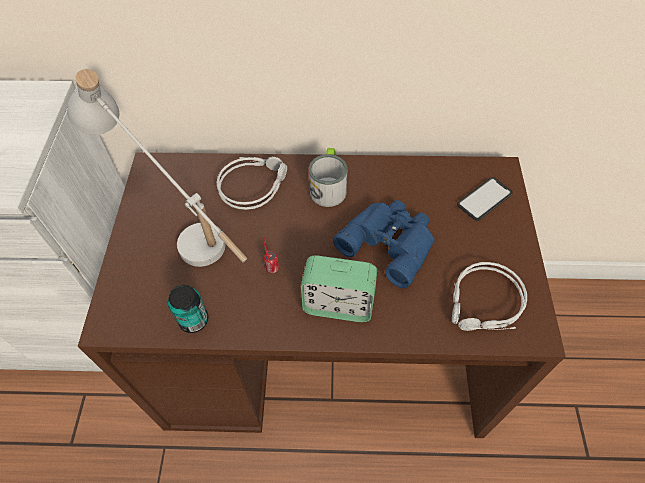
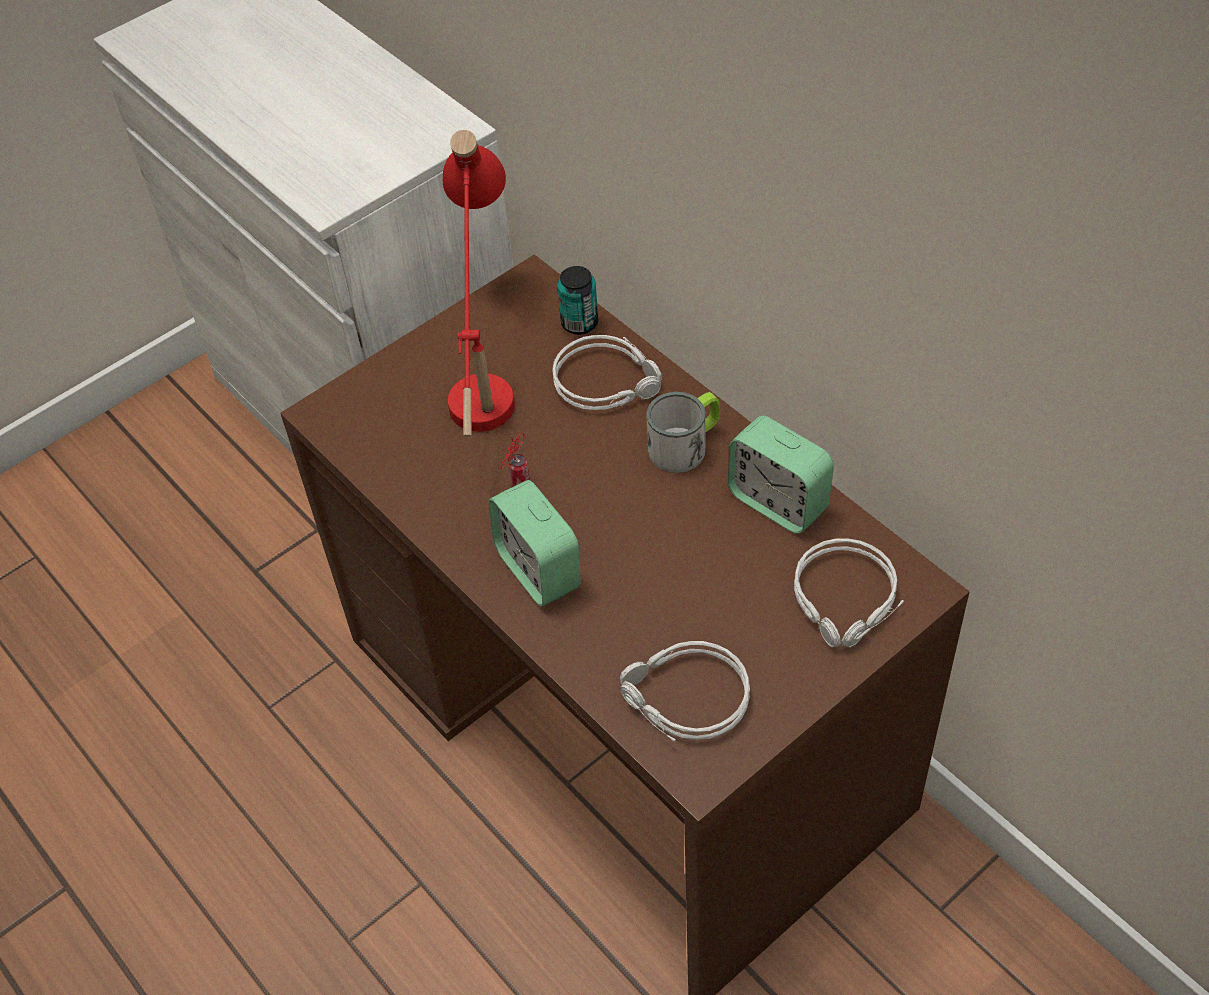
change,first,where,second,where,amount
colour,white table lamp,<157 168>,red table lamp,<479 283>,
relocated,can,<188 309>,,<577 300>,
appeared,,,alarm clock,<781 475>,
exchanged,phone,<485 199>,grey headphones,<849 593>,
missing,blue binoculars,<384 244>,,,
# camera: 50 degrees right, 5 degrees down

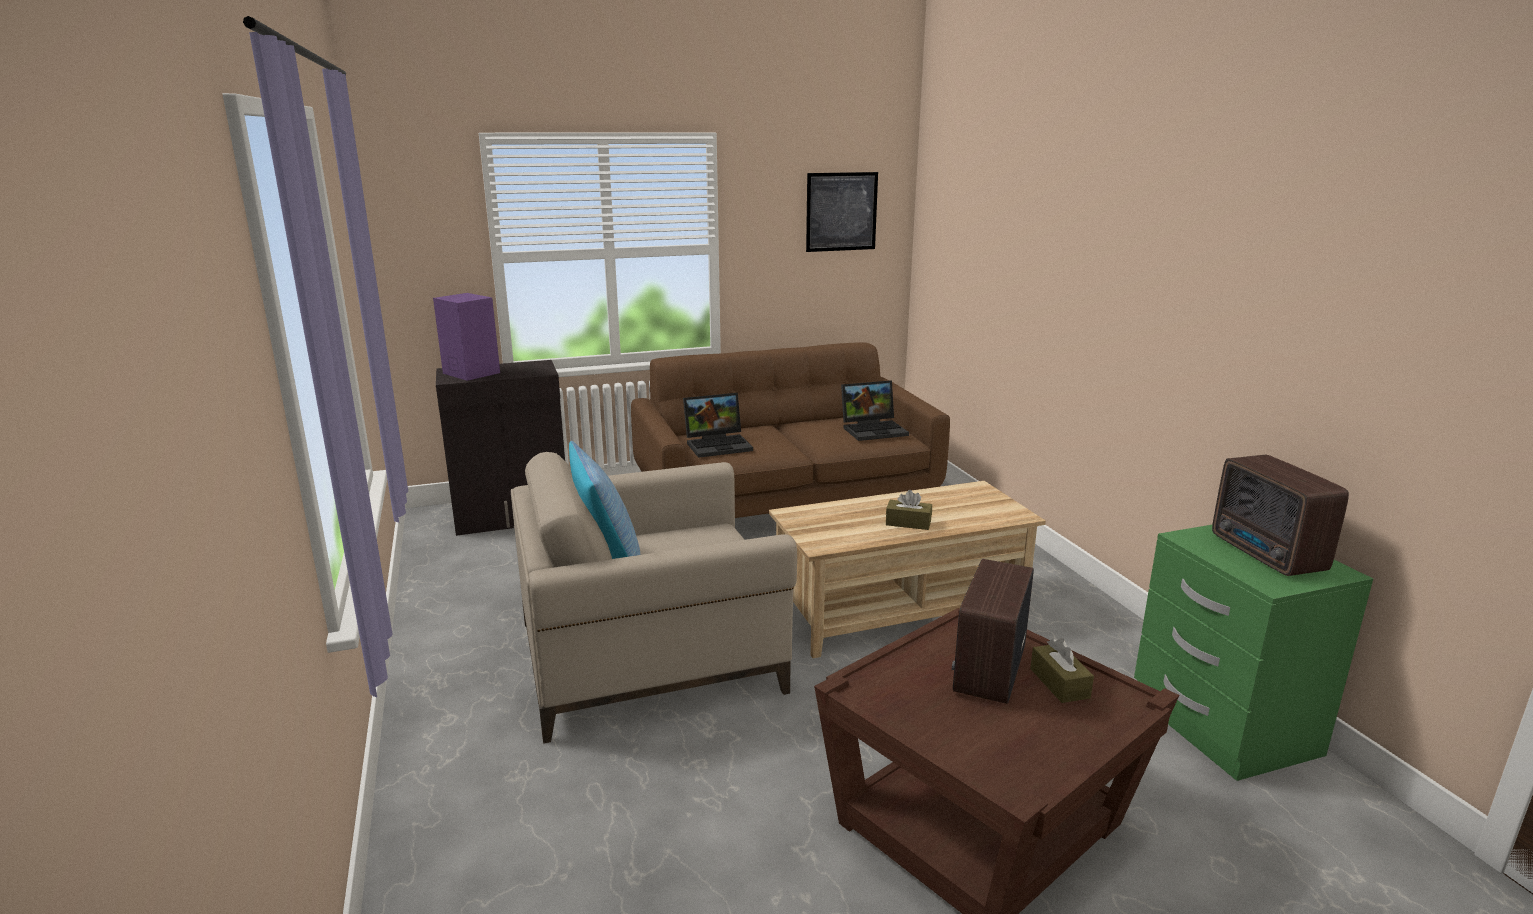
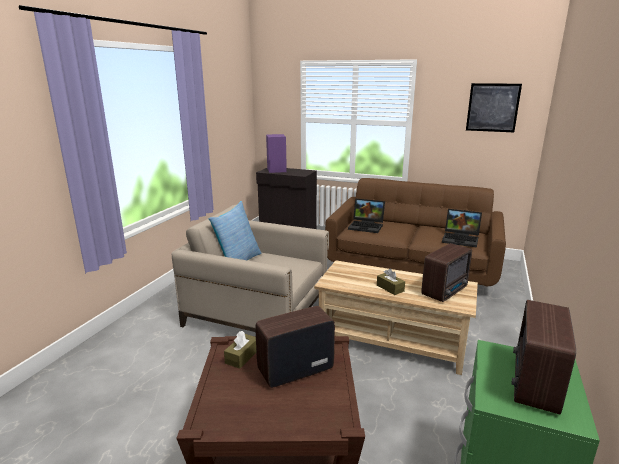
change,first,where,second,where,amount
relocated,brown tissue box,<1062 670>,,<240 350>,
appeared,,,radio,<446 272>,
# camera: 40 degrees right, 0 degrees up

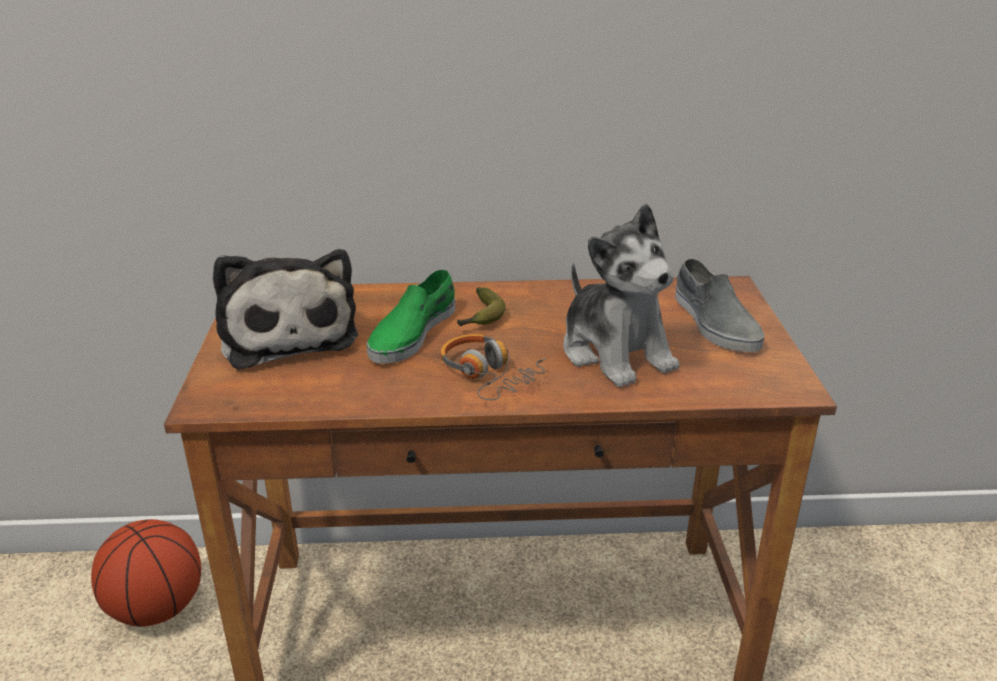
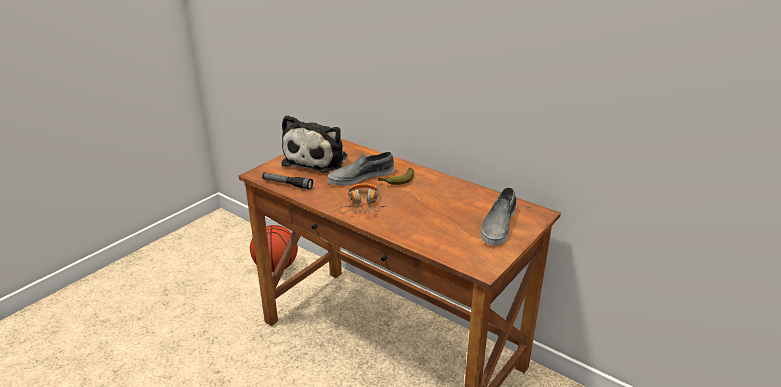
change,first,where,second,where,amount
appeared,,,flashlight,<287 181>,
colour,green shoe,<411 316>,grey shoe,<361 169>,
missing,plush toy,<621 295>,,,
# camera: 40 degrees right, 0 degrees up

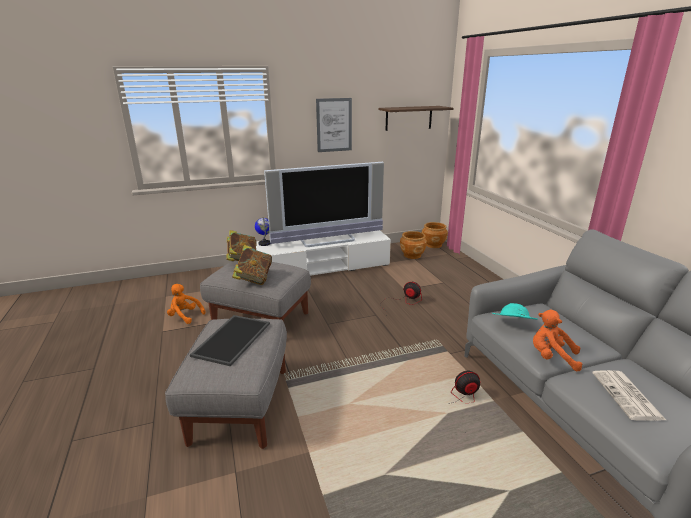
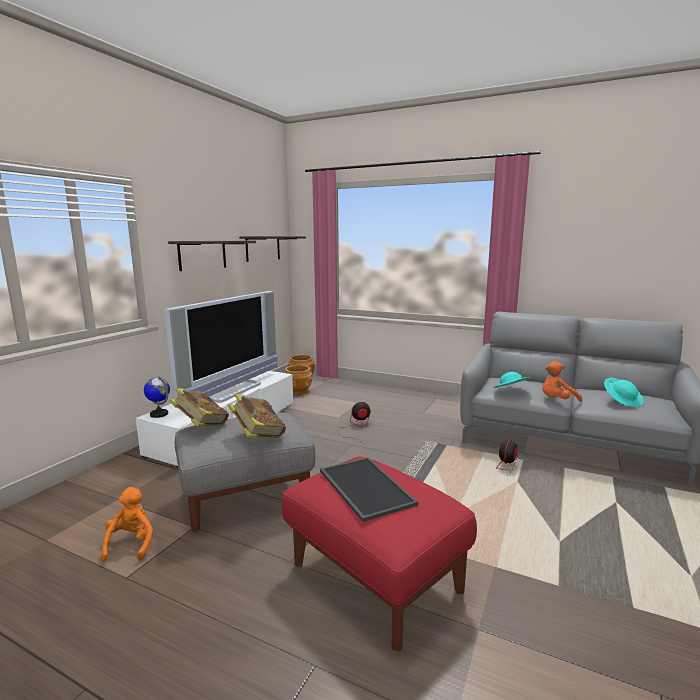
change,first,where,second,where,amount
spun,orange plush toy,<186 304>,,<127 524>,105 degrees clockwise
exchanged,picture,<334 125>,shelf,<212 256>,
colour,grey ottoman,<226 384>,red ottoman,<379 554>,
exchanged,newspaper,<629 395>,turquoise hat,<623 392>,
# camera: 45 degrees left, 10 degrees down

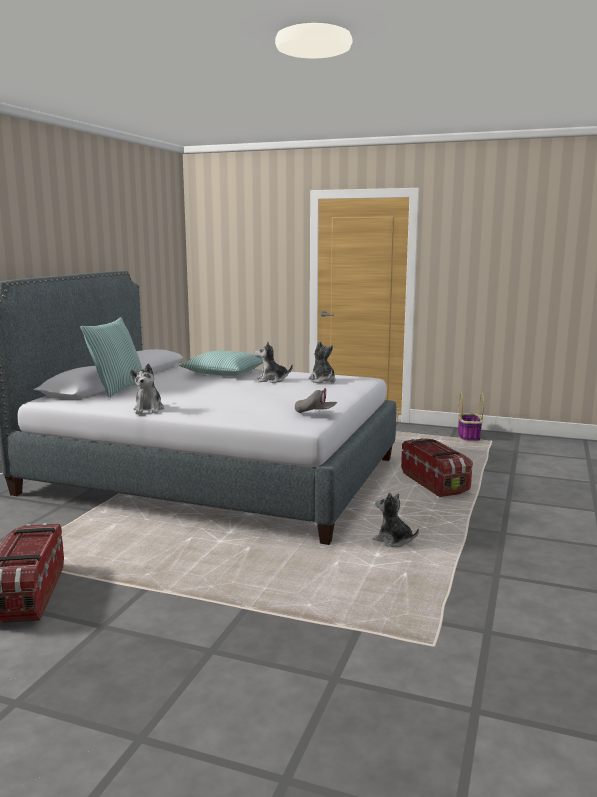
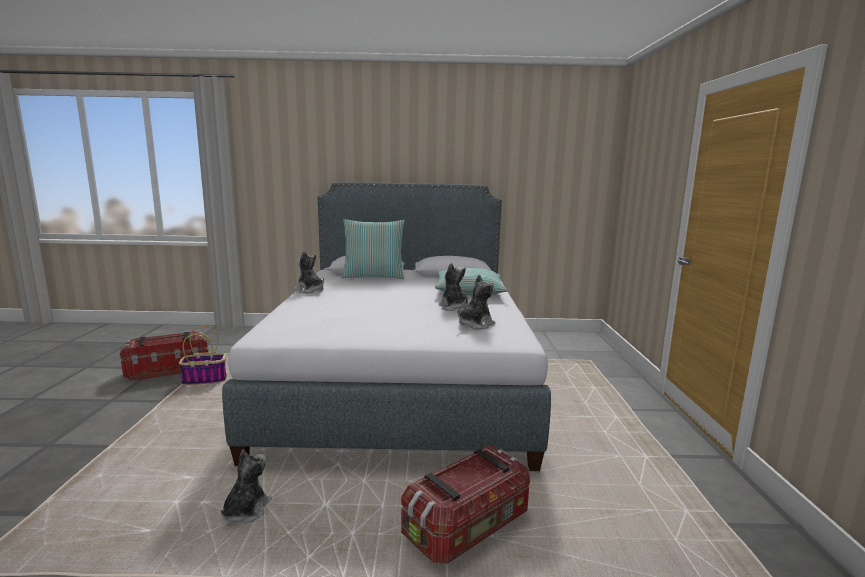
change,first,where,second,where,amount
relocated,basket,<471 416>,,<203 355>,
spun,plush toy,<147 388>,,<309 272>,60 degrees clockwise
missing,grey cap,<316 400>,,,
# camera: 70 degrees right, 0 degrees up

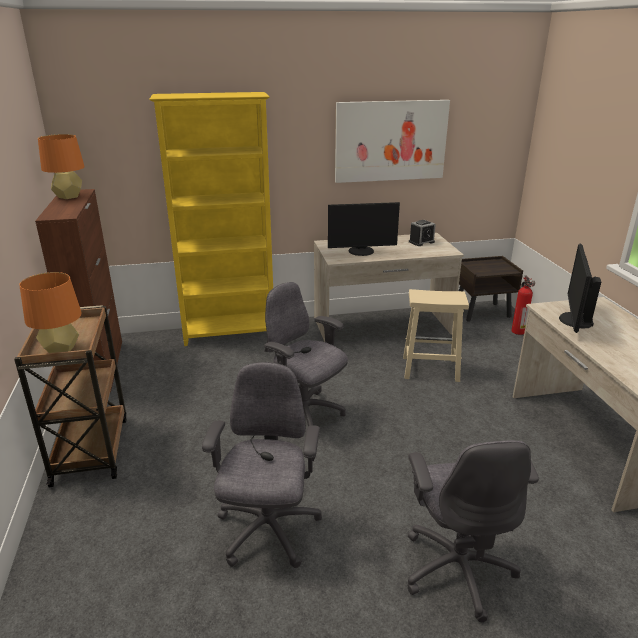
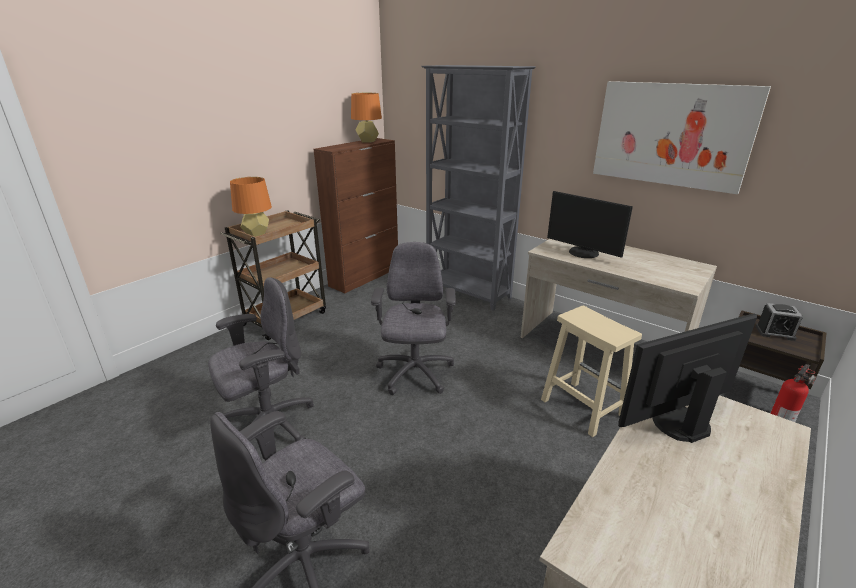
change,first,where,second,where,amount
colour,yellow bookcase,<211 219>,grey bookcase,<478 188>,
relocated,alarm clock,<422 233>,,<779 322>,
# camera: 50 degrees right, 0 degrees up

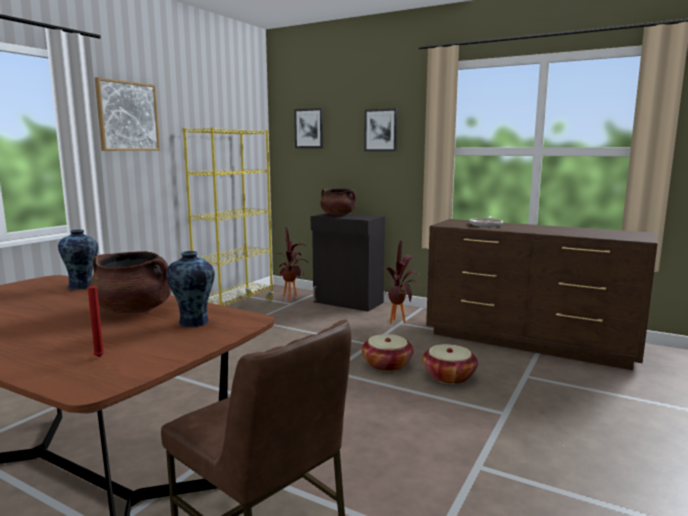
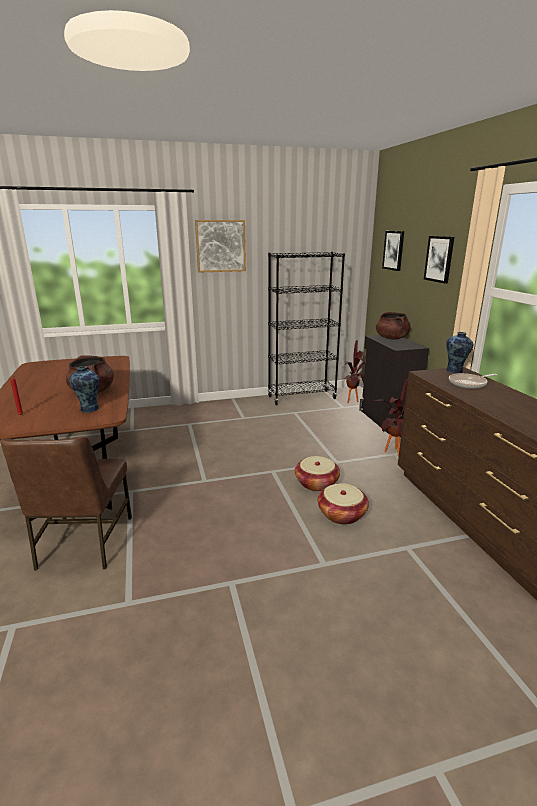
change,first,where,second,where,amount
colour,yellow bookcase,<228 216>,black bookcase,<306 328>,
relocated,vase,<78 260>,,<459 352>,
# camera: 45 degrees right, 10 degrees up

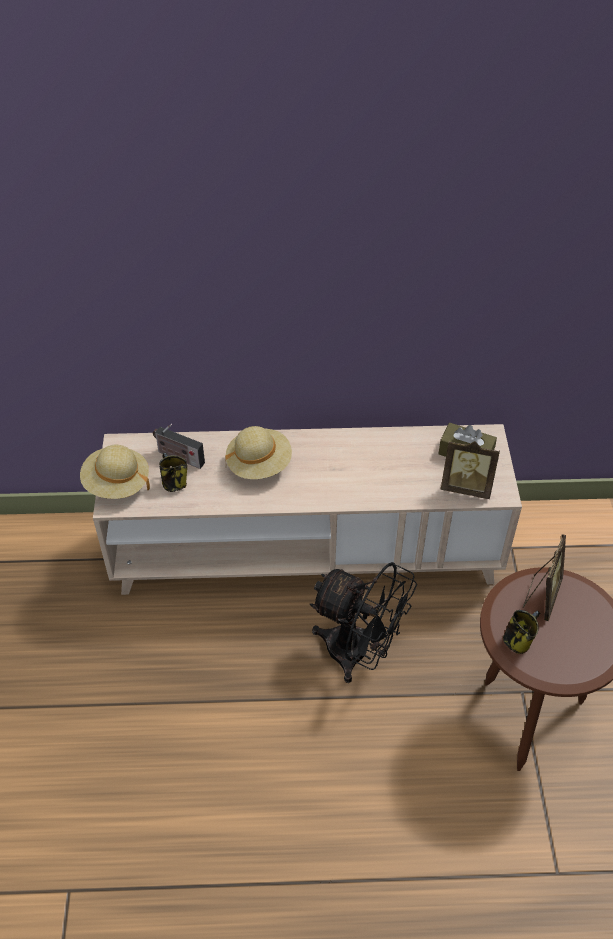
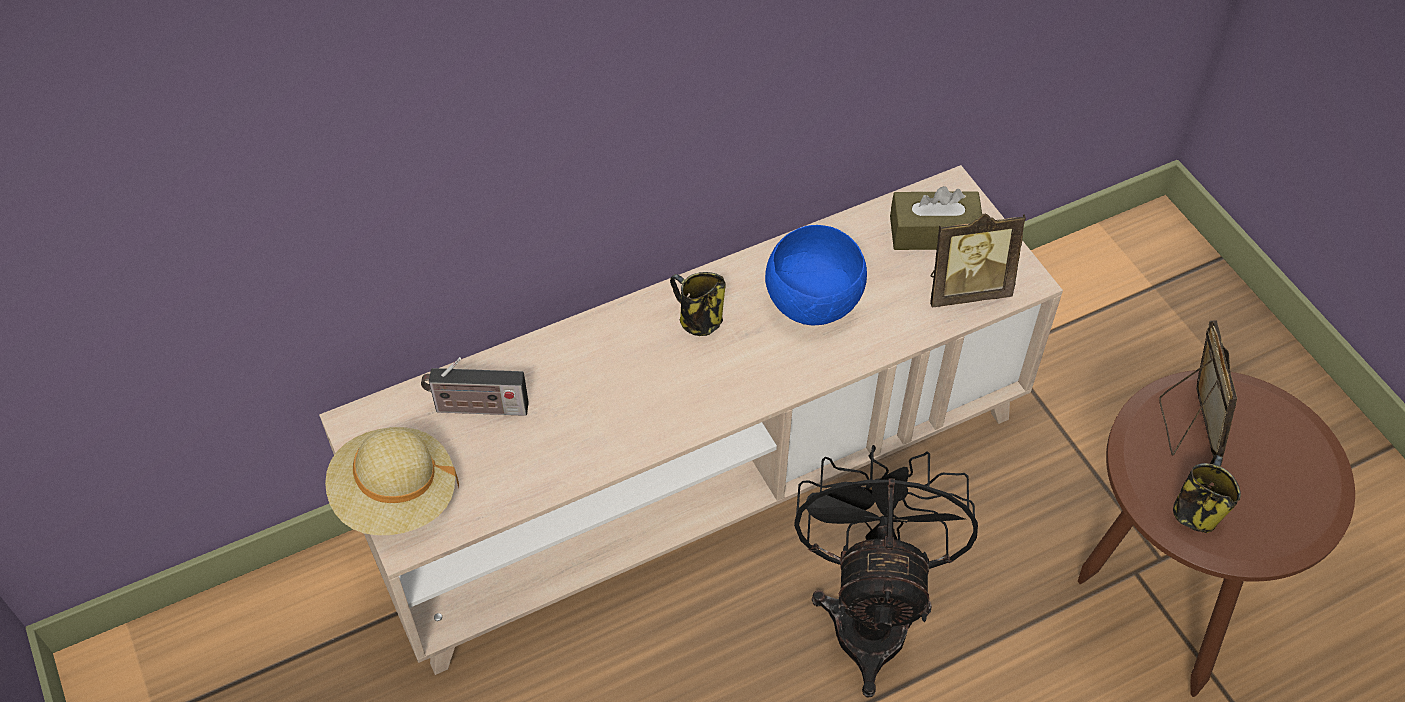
change,first,where,second,where,amount
relocated,mug,<173 472>,,<698 304>,
appeared,,,blue bowl,<816 275>,
spun,black fan,<363 622>,,<886 571>,90 degrees counterclockwise
missing,beige hat,<258 452>,,,
# camera: 25 degrees left, 5 degrees up

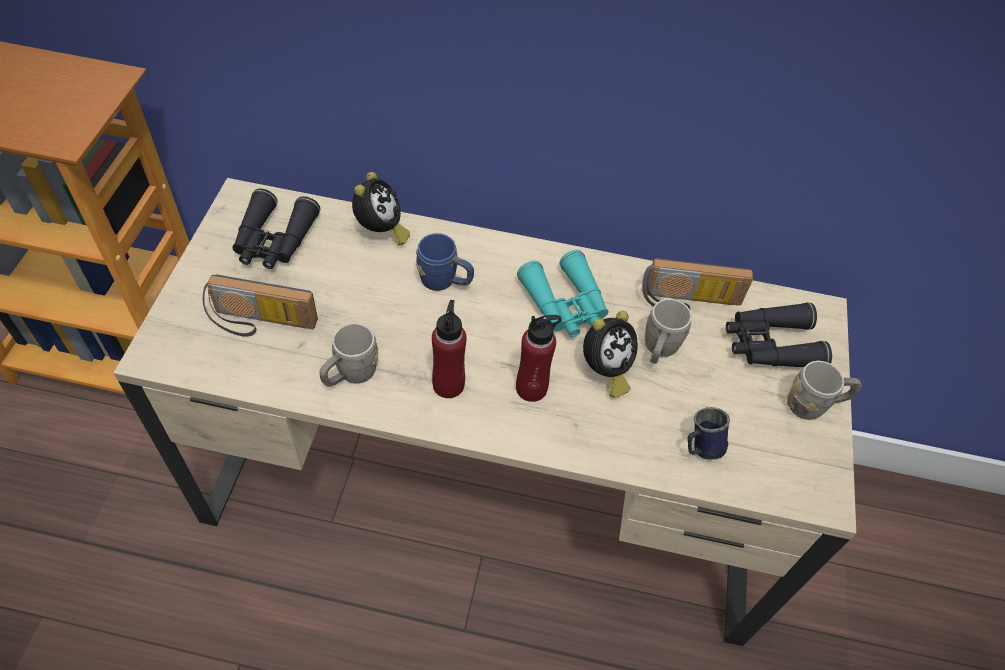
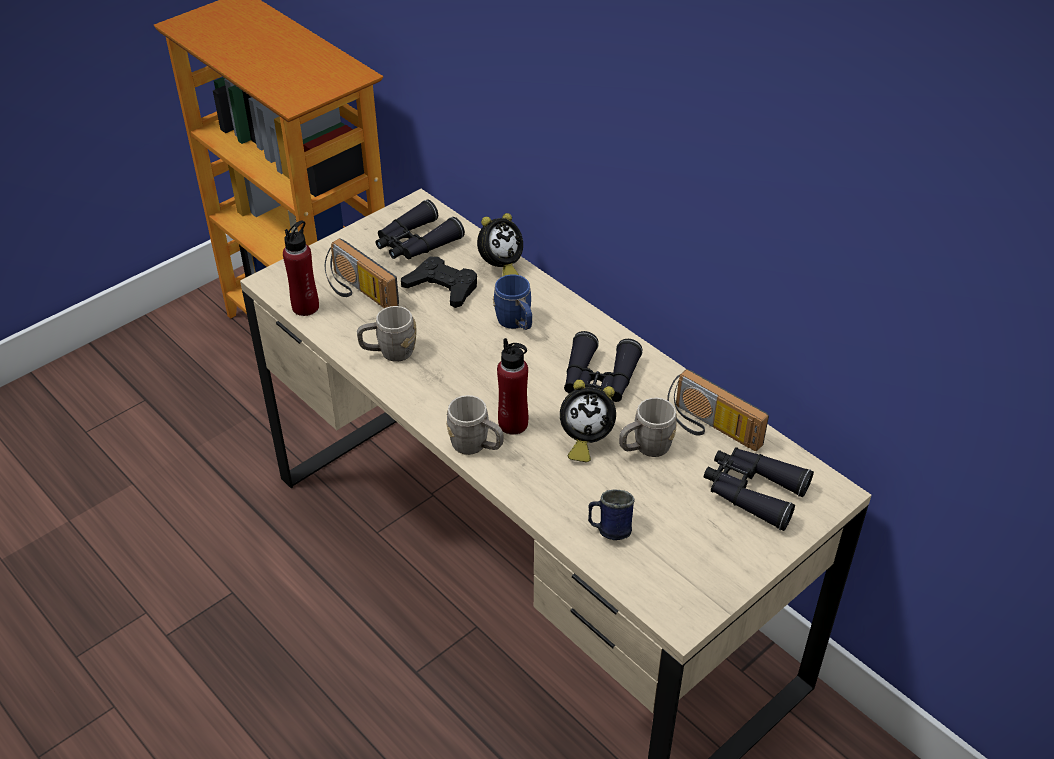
change,first,where,second,where,amount
relocated,red bottle,<449 349>,,<301 268>,
appeared,,,black game controller,<439 282>,
relocated,grey mug,<824 390>,,<475 425>,
colour,turquoise binoculars,<563 293>,black binoculars,<603 366>,
# camera: 40 degrees right, 10 degrees down

